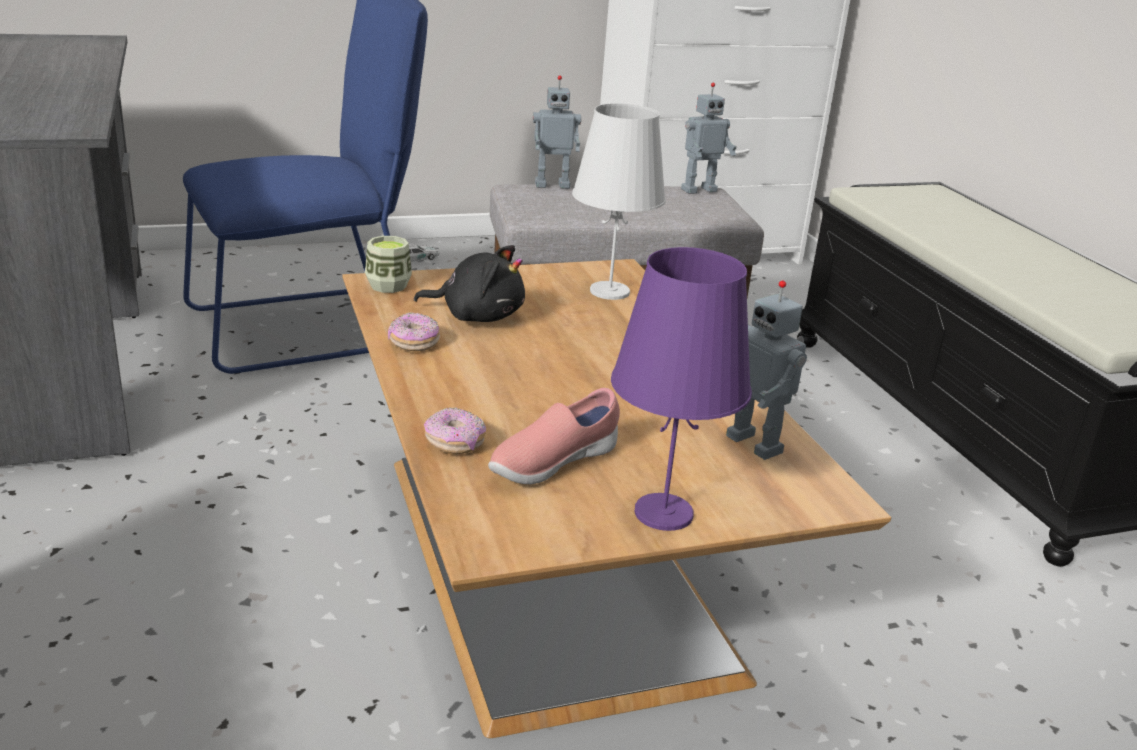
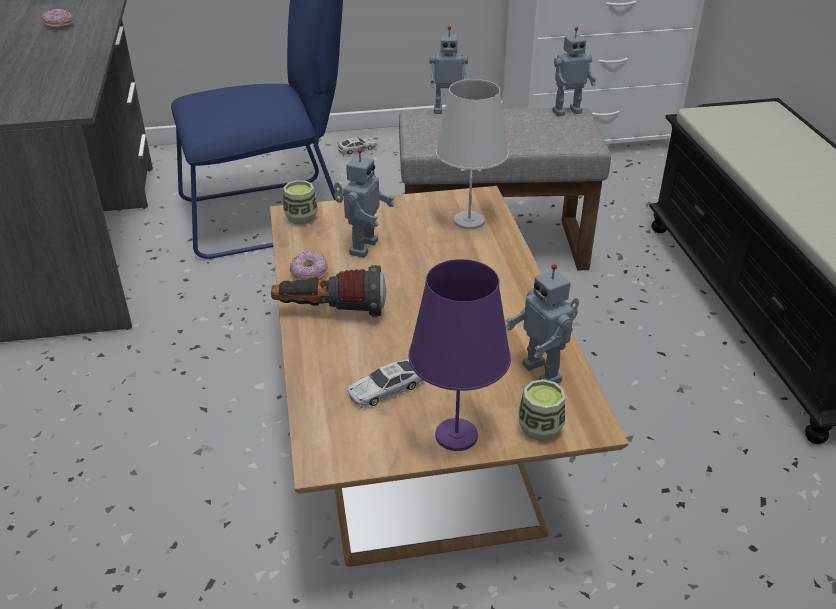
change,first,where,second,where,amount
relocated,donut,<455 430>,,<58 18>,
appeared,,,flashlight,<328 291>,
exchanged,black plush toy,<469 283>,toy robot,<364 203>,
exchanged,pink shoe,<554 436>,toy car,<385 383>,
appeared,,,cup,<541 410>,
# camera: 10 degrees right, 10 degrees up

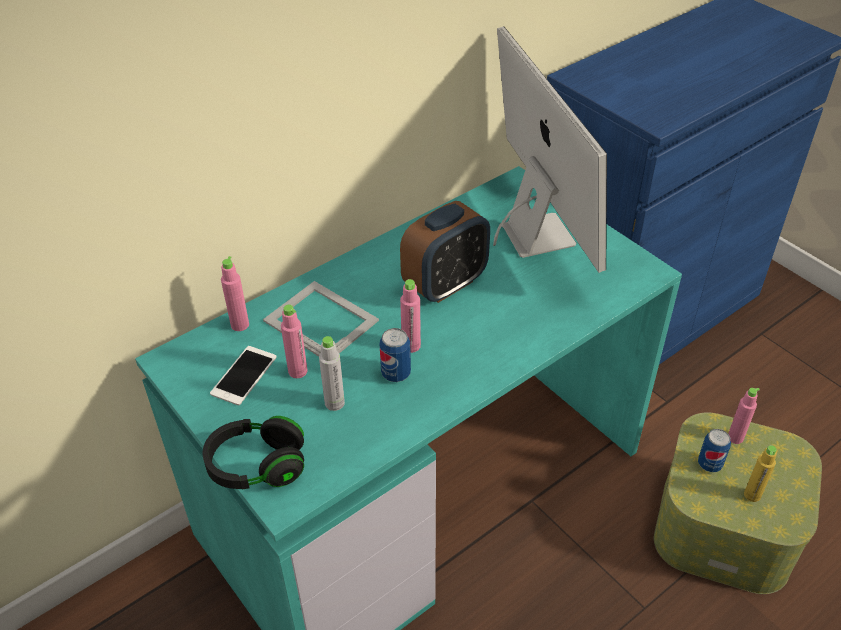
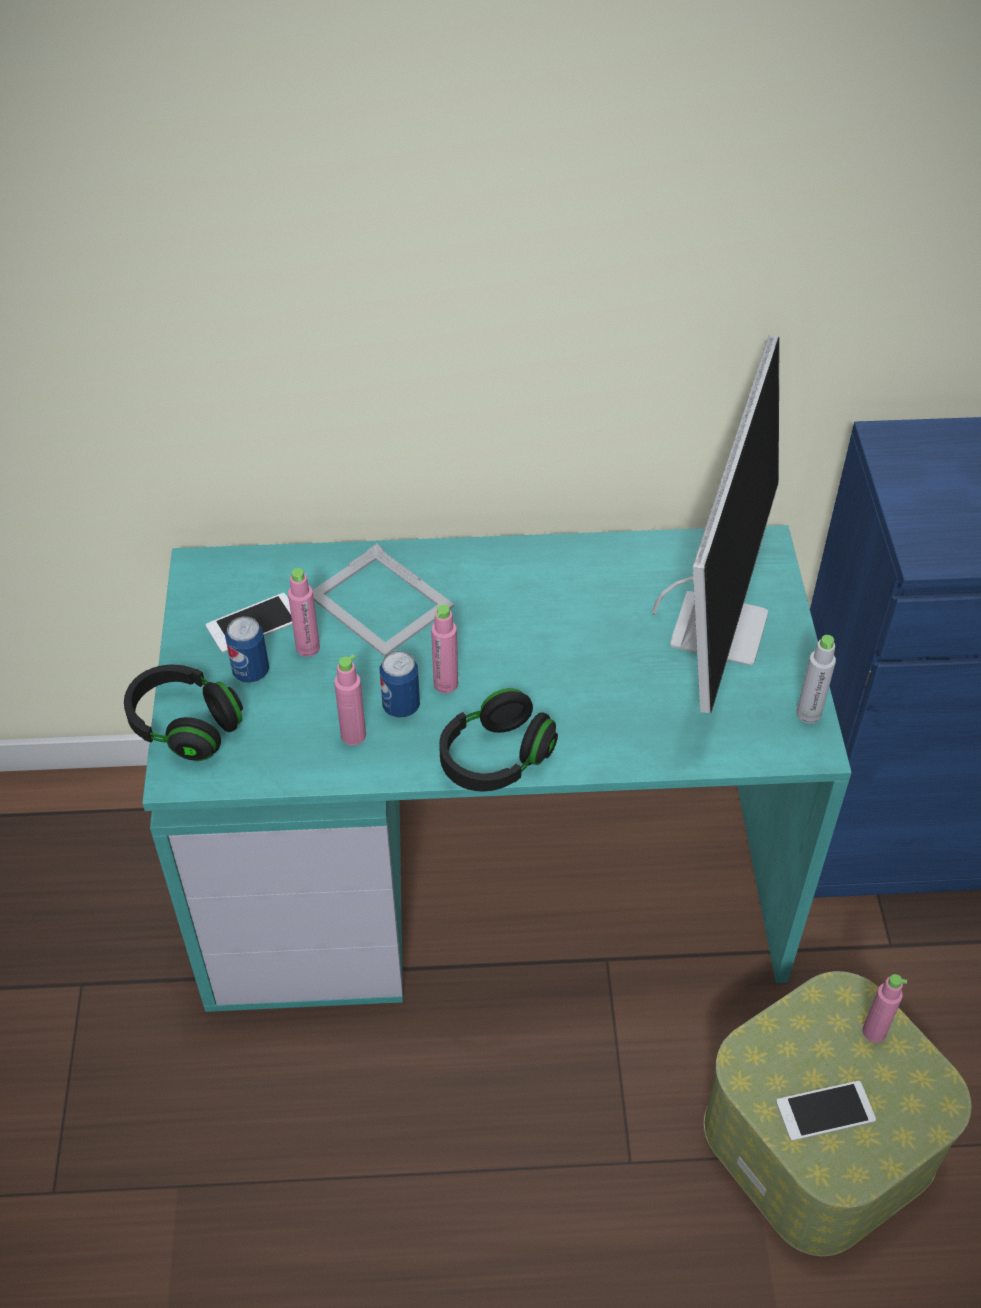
change,first,where,second,where,amount
relocated,can,<714 450>,,<247 649>,
spun,picture frame,<321 319>,,<383 600>,150 degrees clockwise
relocated,pink bottle,<235 293>,,<350 700>,
appeared,,,black headphones,<498 739>,
exchanged,yellow bottle,<760 473>,phone,<826 1111>,
relocated,grey bottle,<332 373>,,<816 679>,
missing,alarm clock,<445 252>,,,
# camera: 35 degrees right, 5 degrees up

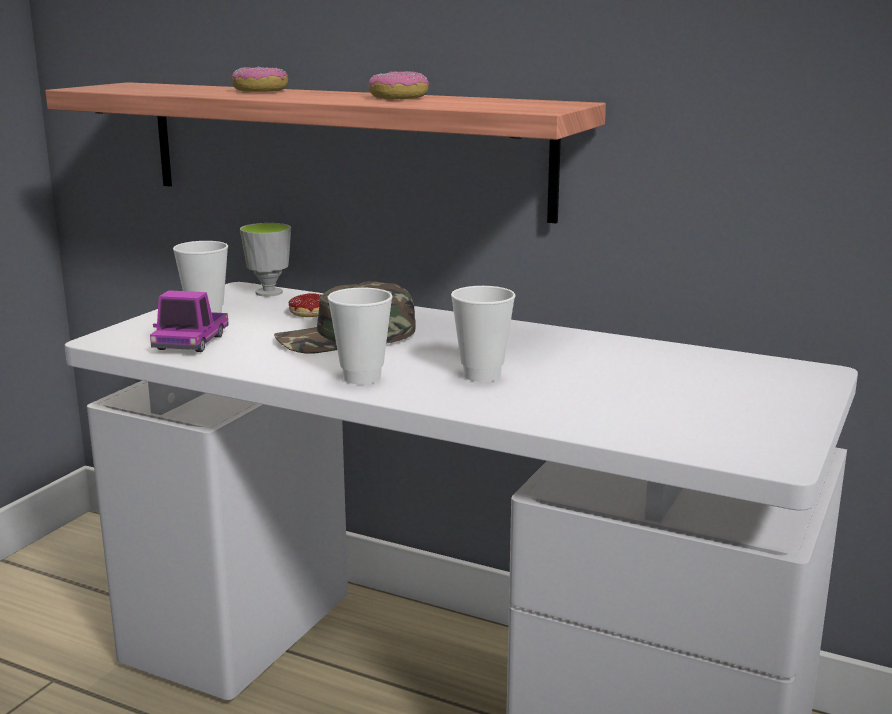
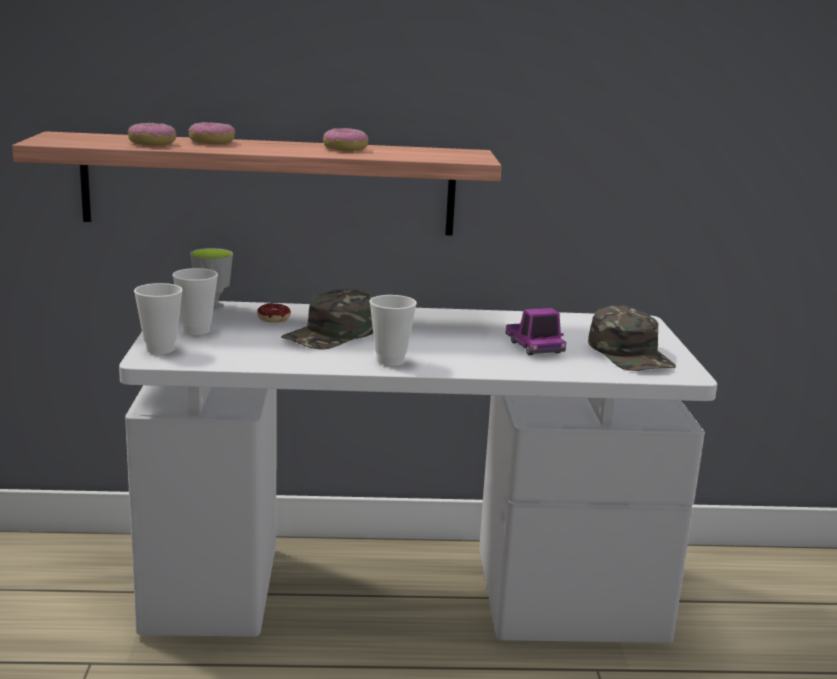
change,first,where,second,where,amount
appeared,,,donut,<152 134>,
relocated,cup,<483 334>,,<158 318>,
relocated,toy truck,<189 321>,,<536 331>,
appeared,,,green cap,<632 338>,
# camera: 30 degrees left, 0 degrees up

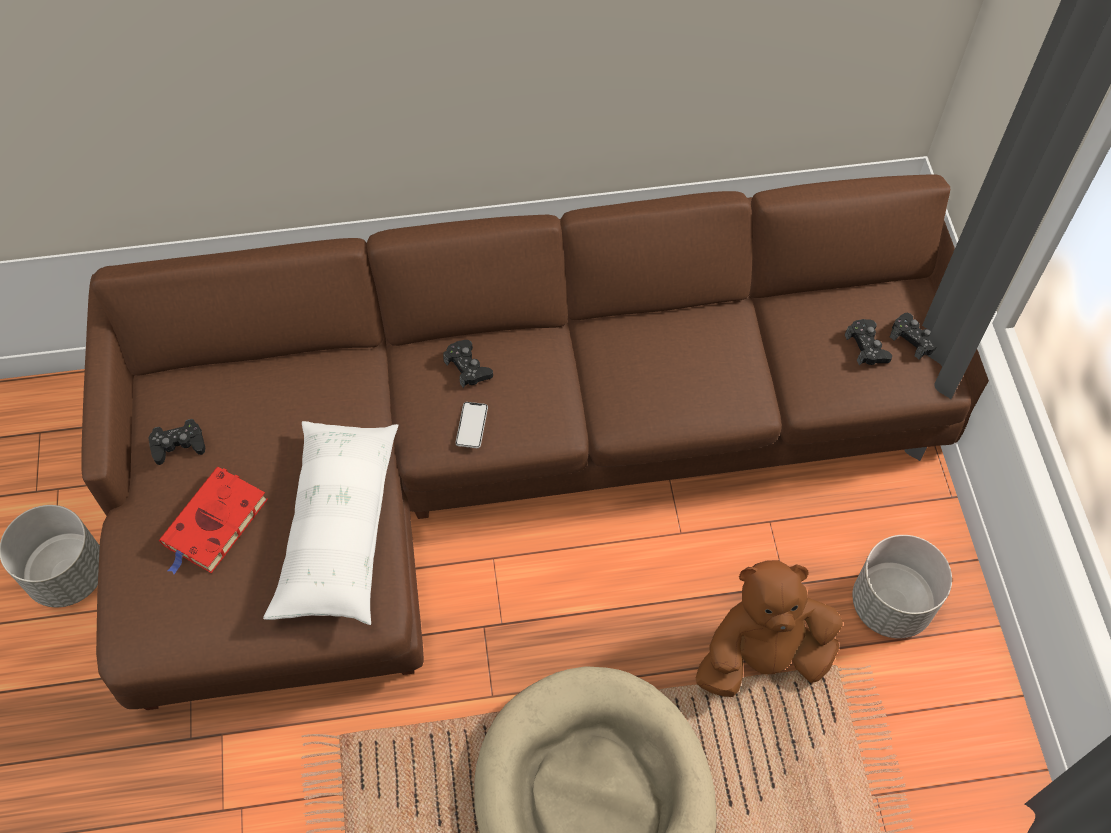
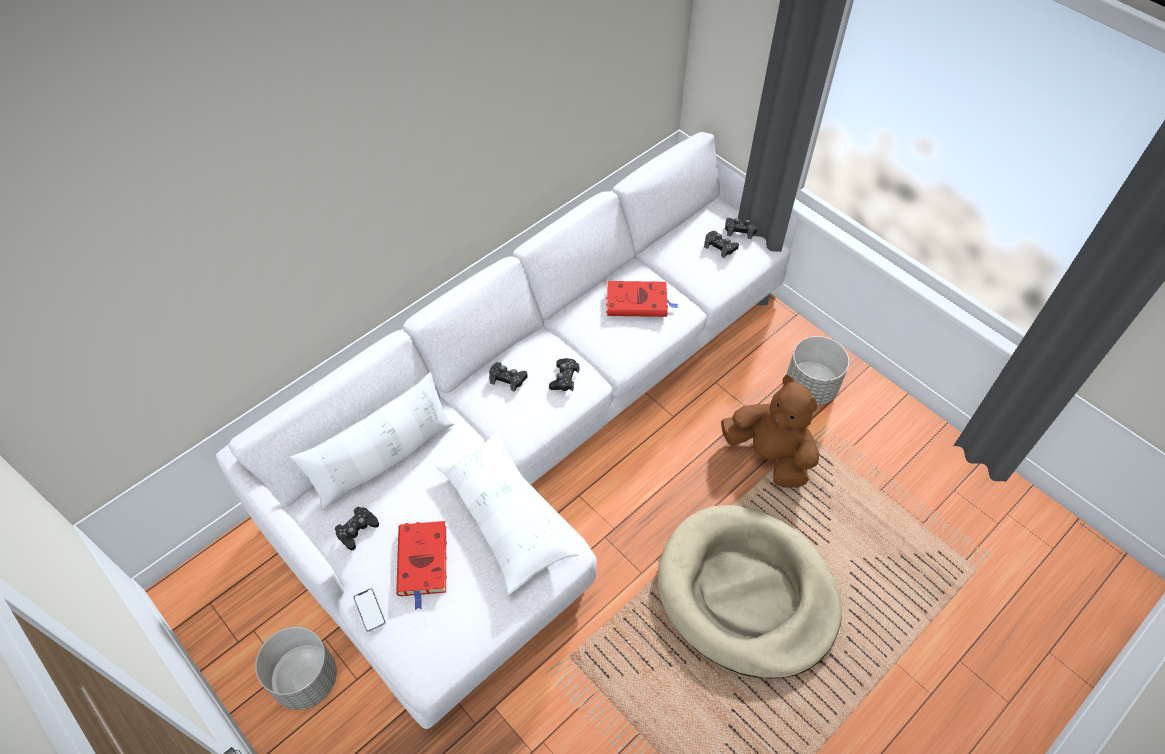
change,first,where,second,where,amount
colour,brown sofa,<535 442>,white sofa,<507 430>,
appeared,,,white pillow,<372 441>,
relocated,phone,<471 425>,,<369 610>,
appeared,,,black game controller,<564 374>,
appeared,,,red book,<642 299>,
spun,brown plush toy,<769 628>,,<770 431>,90 degrees clockwise
# camera: 35 degrees left, 5 degrees down

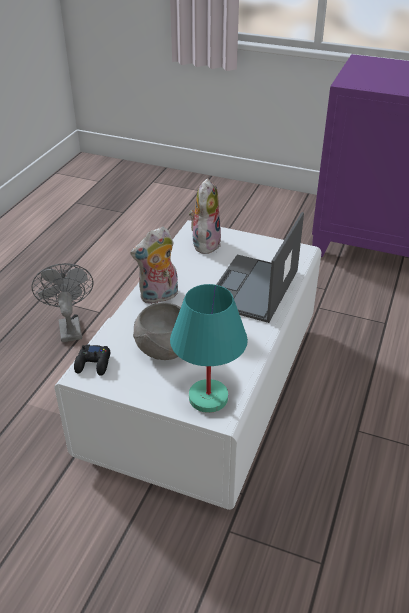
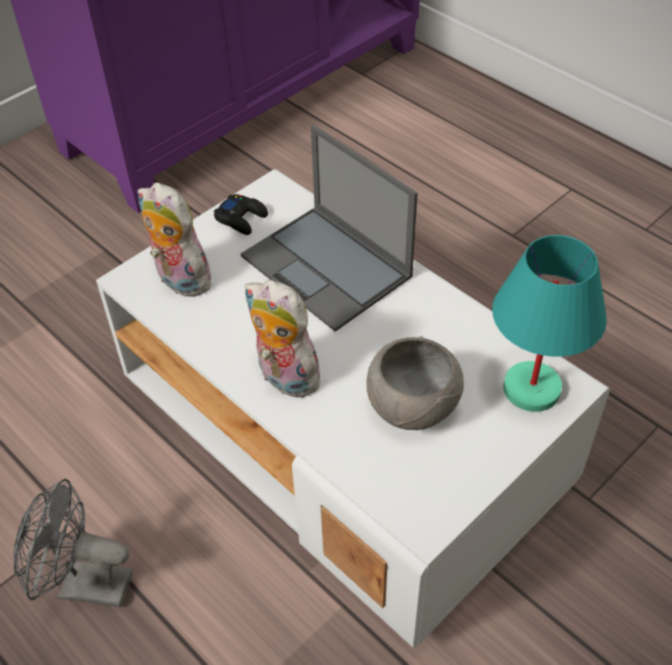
change,first,where,second,where,amount
relocated,black game controller,<92 360>,,<241 214>,
spun,plush toy,<154 265>,,<285 339>,135 degrees clockwise
# camera: 65 degrees left, 10 degrees up

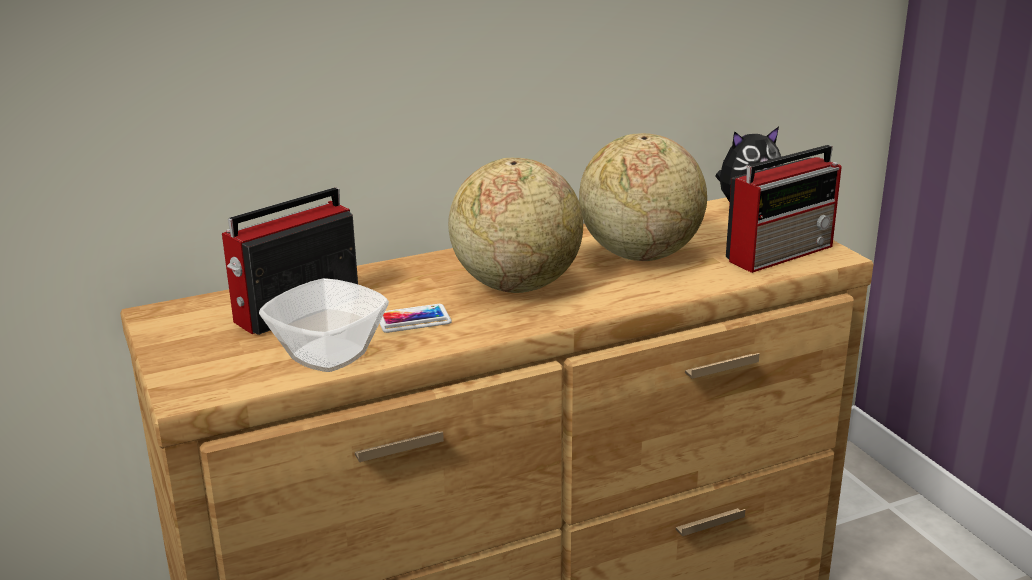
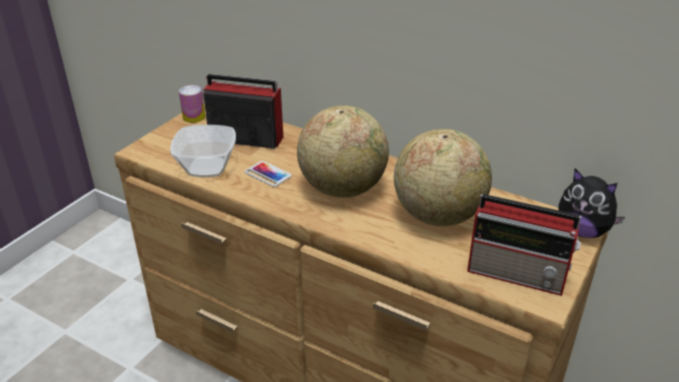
change,first,where,second,where,amount
appeared,,,can,<192 104>,
# camera: 55 degrees right, 10 degrees up

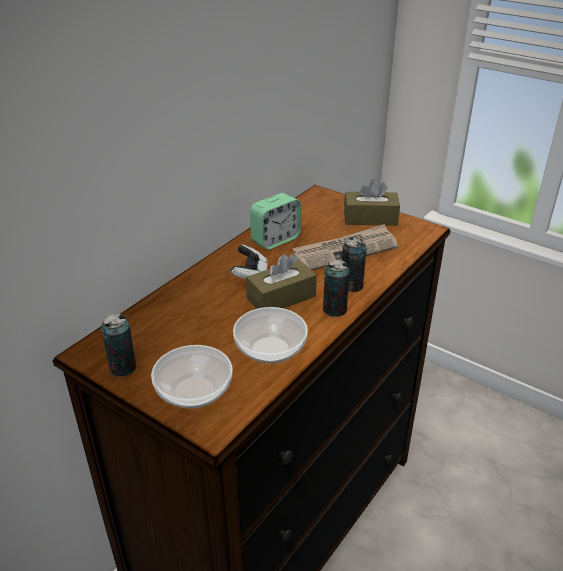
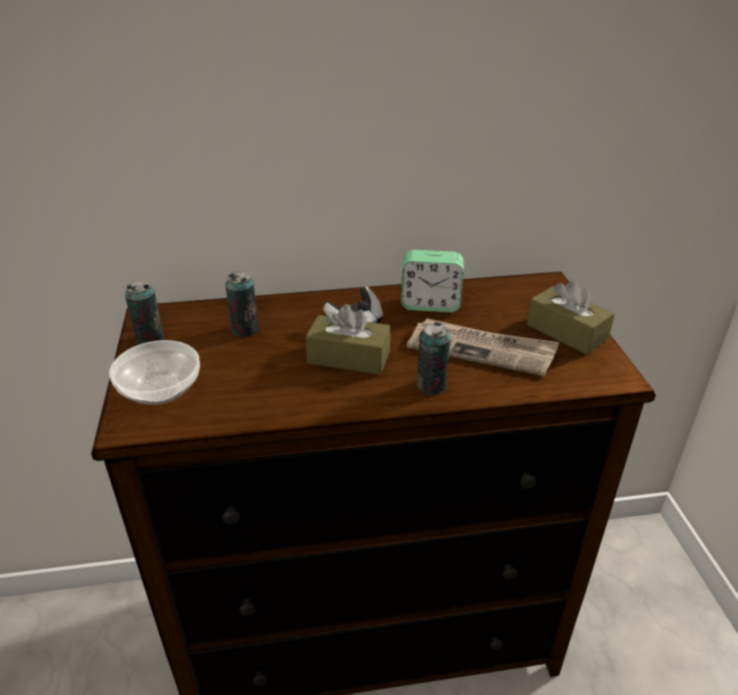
change,first,where,second,where,amount
relocated,can,<336 288>,,<242 304>,
missing,bowl,<270 335>,,,
# camera: 45 degrees right, 0 degrees up

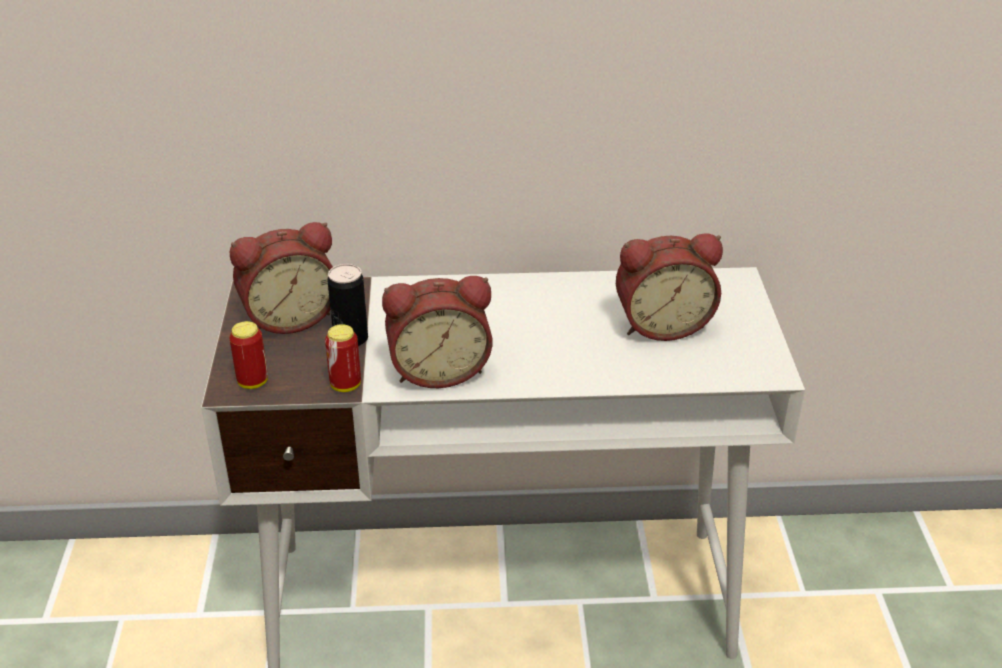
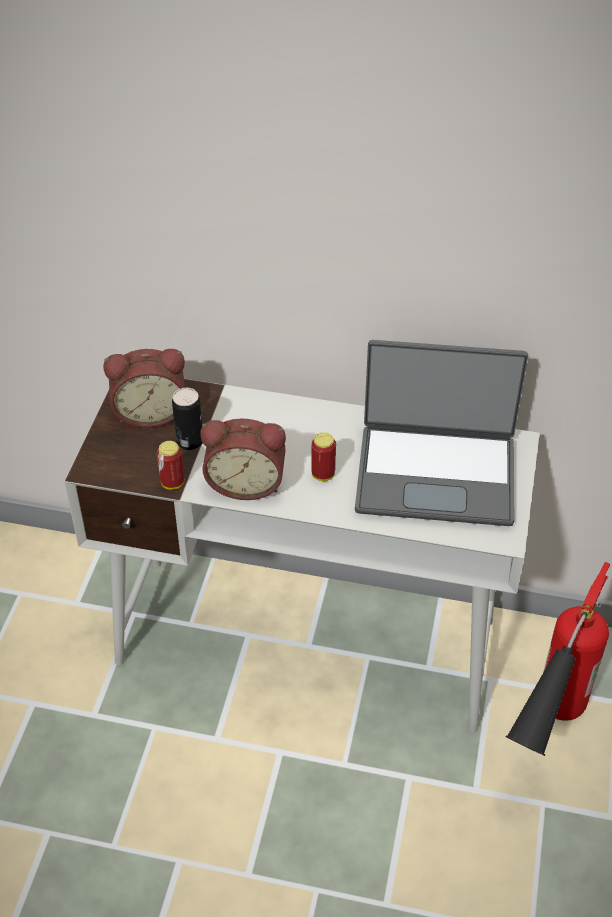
change,first,where,second,where,amount
relocated,can,<248 355>,,<323 456>,
exchanged,alarm clock,<669 287>,laptop,<441 433>,
appeared,,,fire extinguisher,<557 659>,
# camera: 15 degrees right, 10 degrees up

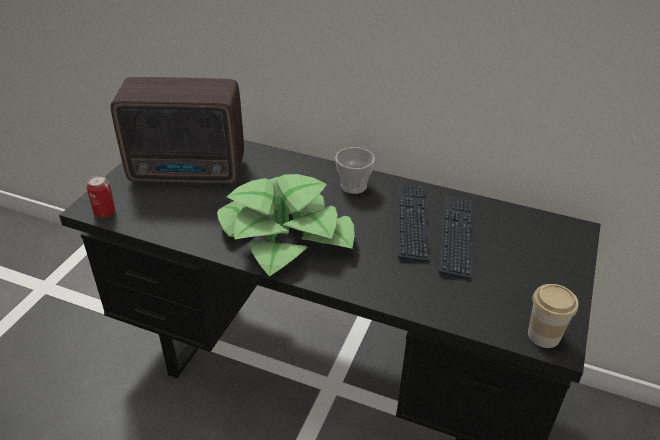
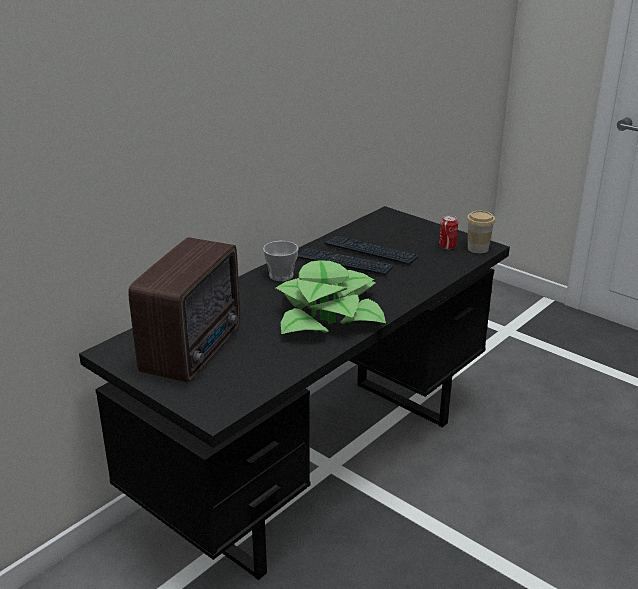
change,first,where,second,where,amount
relocated,can,<101 196>,,<448 232>,
# camera: 70 degrees left, 10 degrees down

